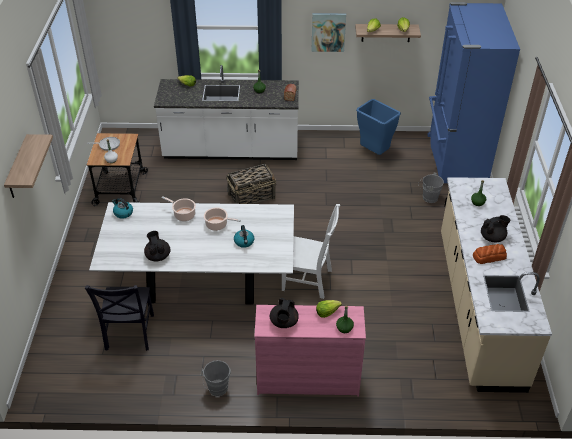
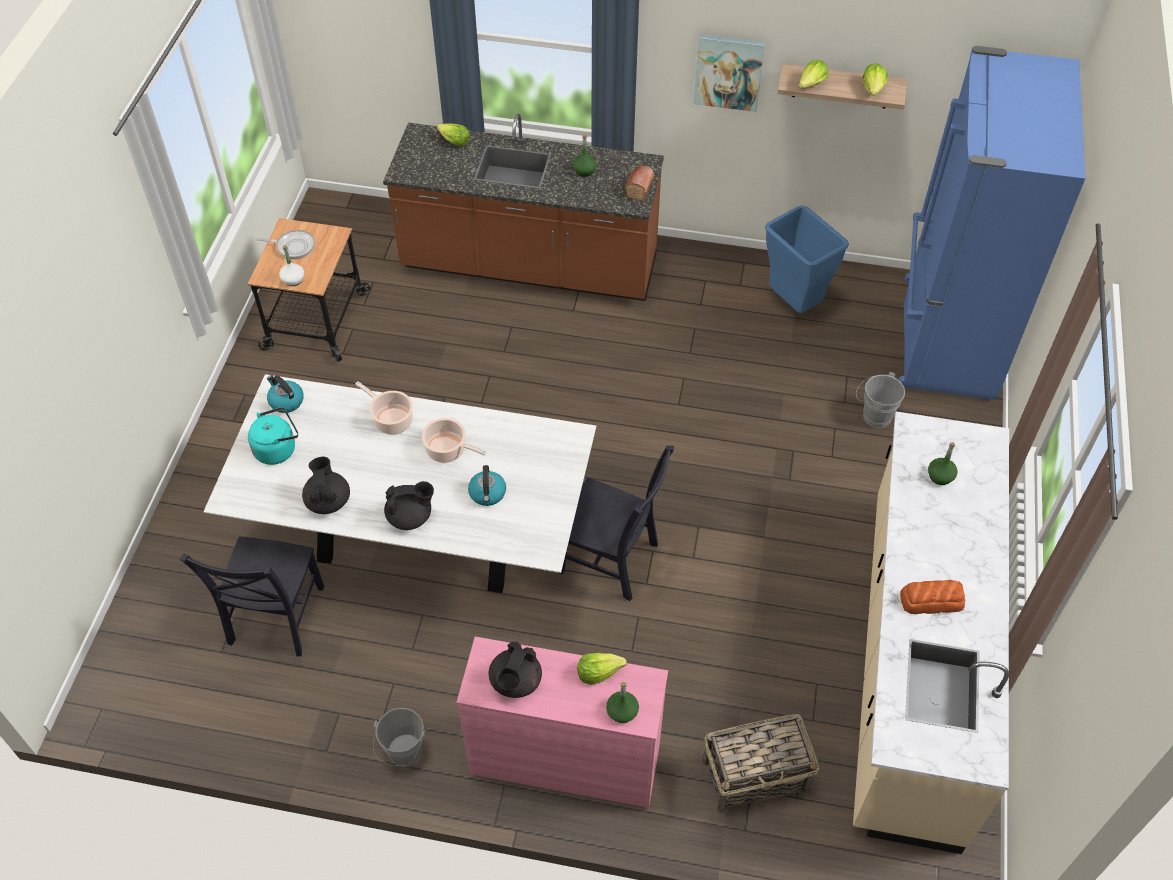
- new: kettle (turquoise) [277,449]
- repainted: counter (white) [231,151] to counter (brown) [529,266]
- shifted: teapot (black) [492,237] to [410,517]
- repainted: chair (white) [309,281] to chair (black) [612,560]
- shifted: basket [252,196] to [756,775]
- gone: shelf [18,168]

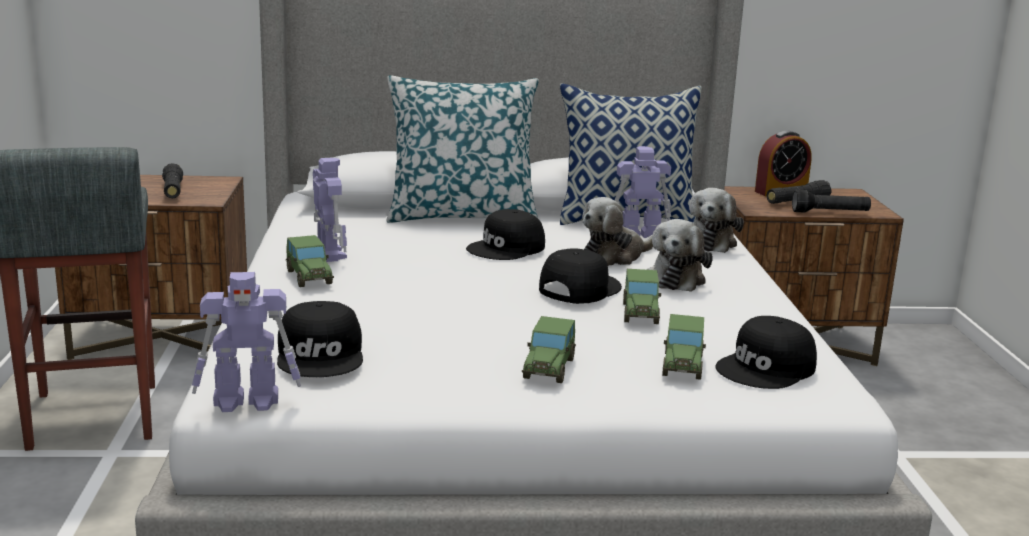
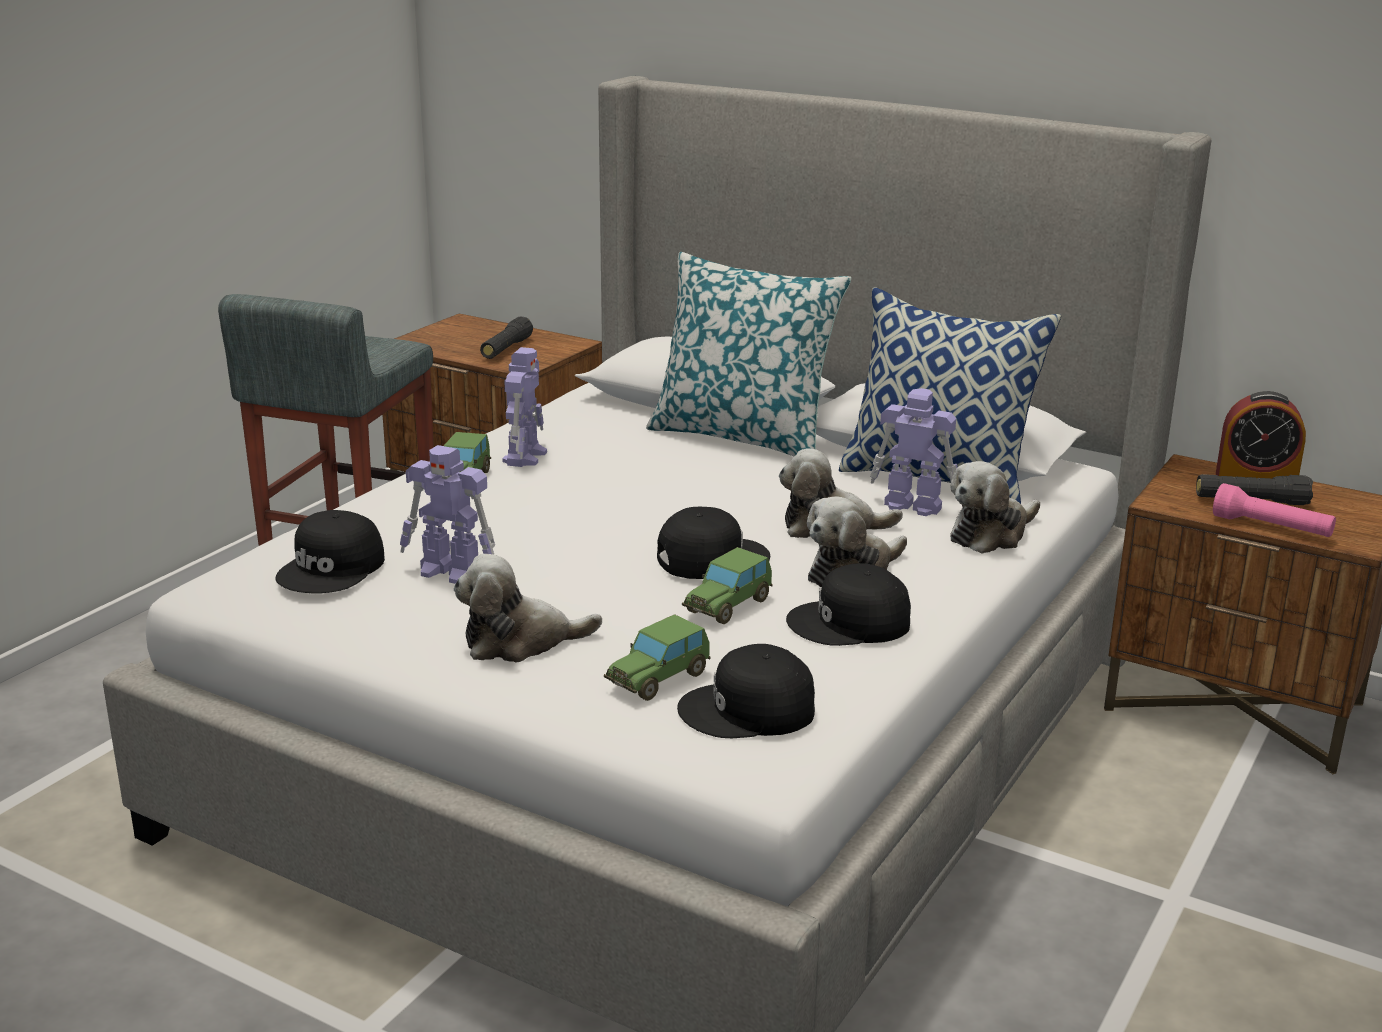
- shifted: toy robot [248,401] to [452,572]
- swapped: toy car [549,368] to plush toy [520,642]
- shifted: cap (black) [507,248] to [850,623]
- repainted: flashlight (black) [830,213] to flashlight (pink) [1271,528]

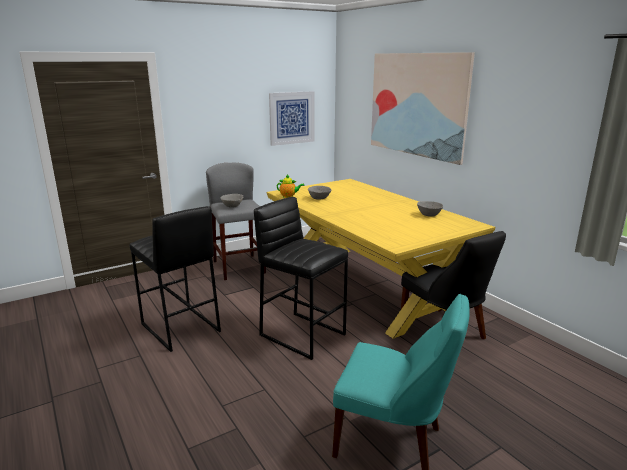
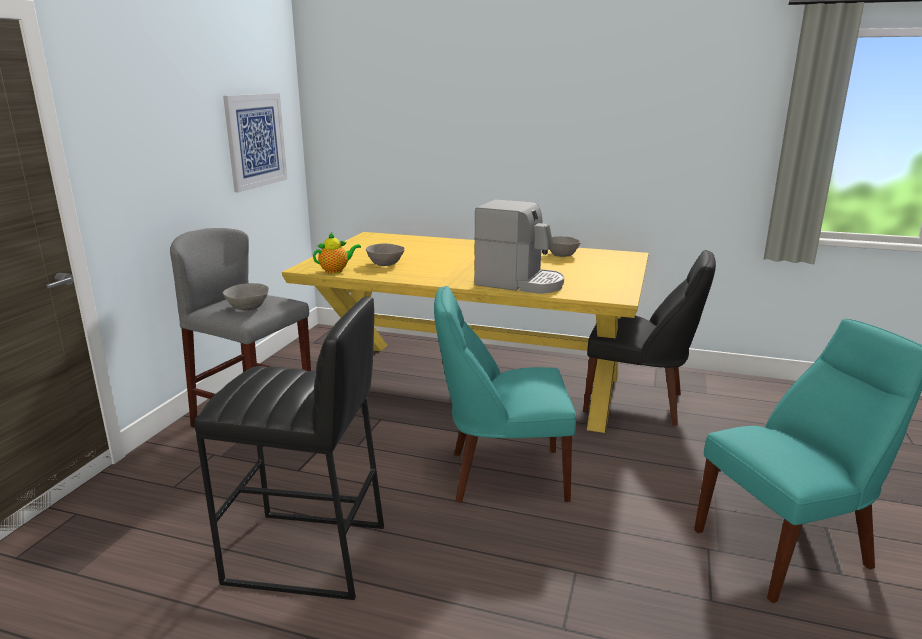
- swapped: stool (black) [302,334] to chair (turquoise) [501,475]
- new: coffee machine [520,283]
- gone: picture [417,104]

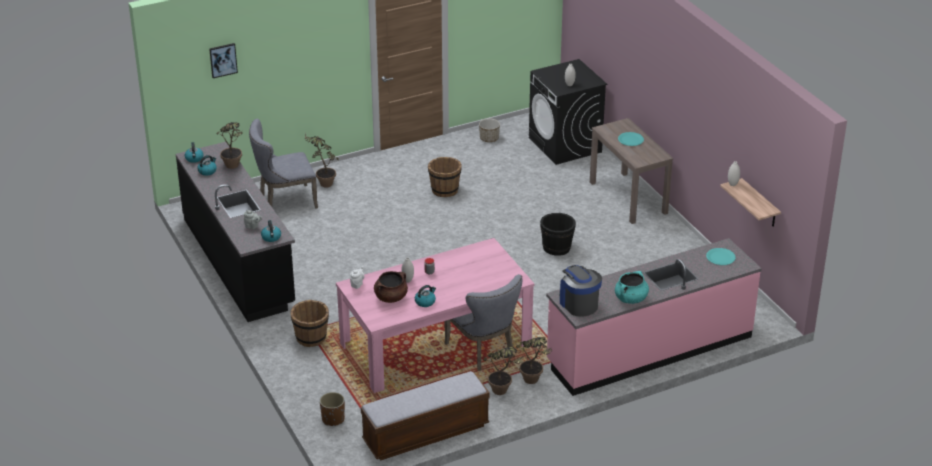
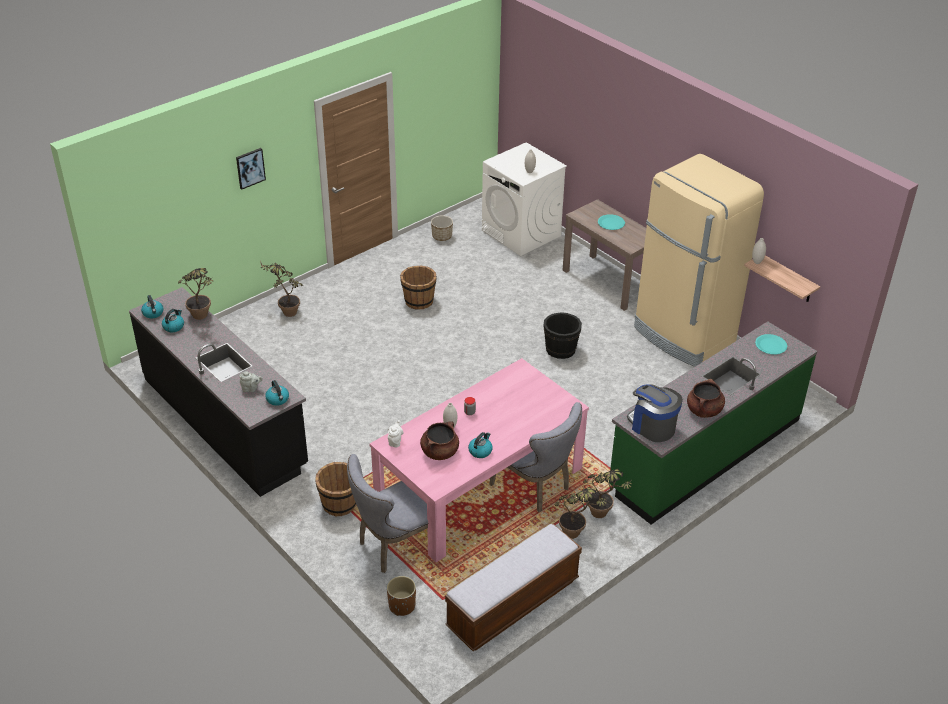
- shifted: picture [223,60] to [250,168]
- shifted: chair (grey) [284,201] to [394,546]
- repainted: washing machine (black) [565,145] to washing machine (white) [521,233]
- repainted: counter (pink) [649,350] to counter (green) [705,453]
- new: fridge (beige) [683,335]
- repainted: cooking pot (turquoise) [631,299] to cooking pot (brown) [704,410]

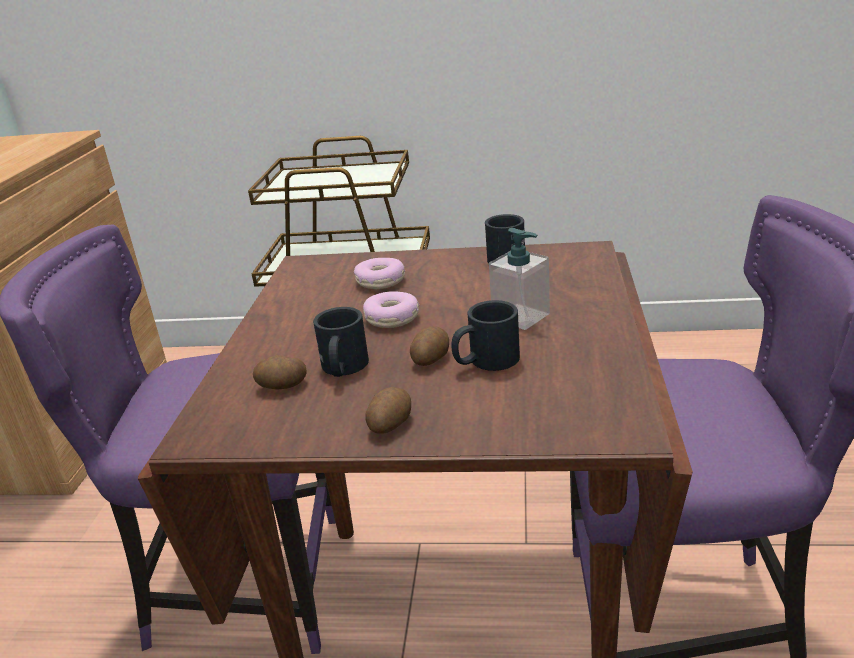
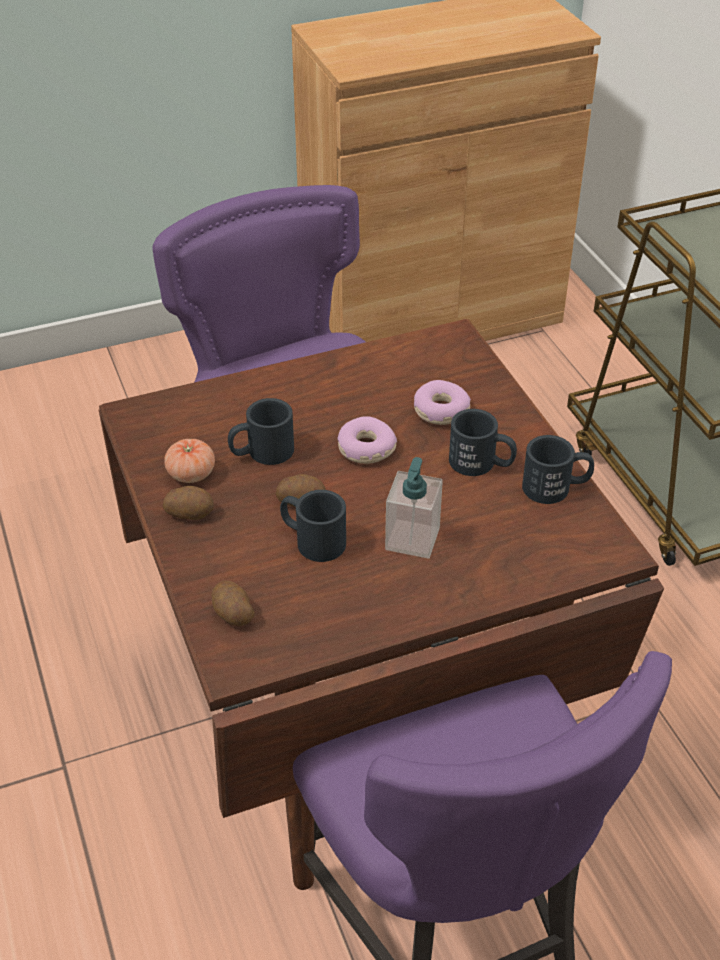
- new: tomato [191,474]
- shifted: potato [282,386] to [232,614]
- new: mug (black) [481,464]

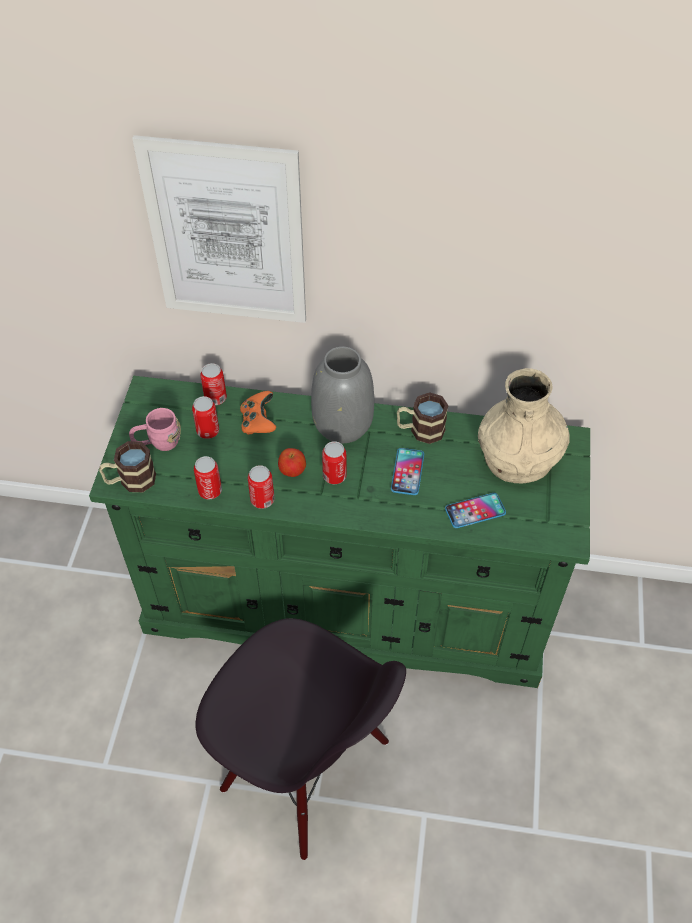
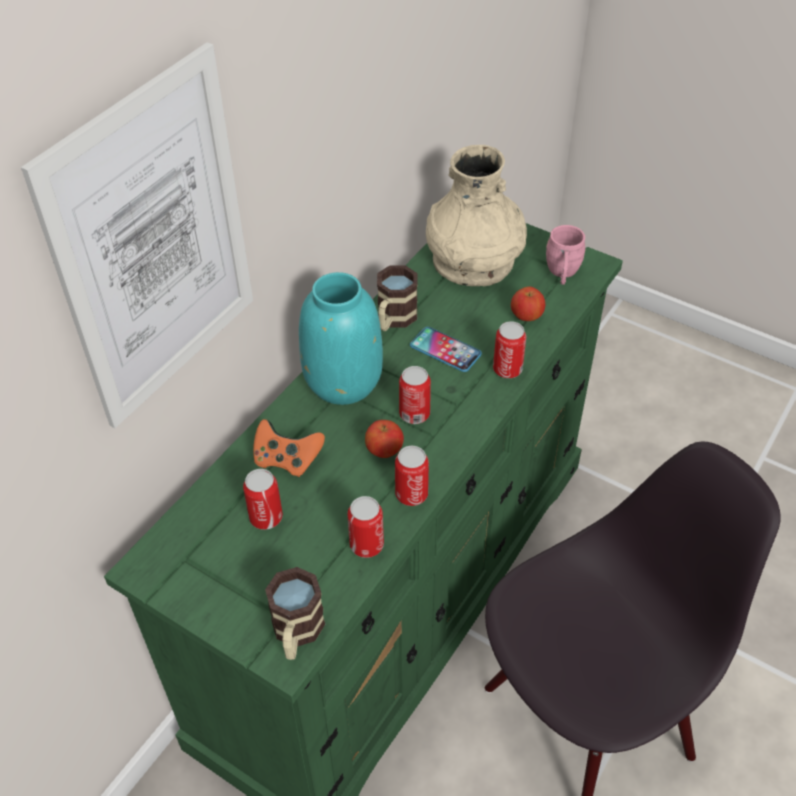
- repainted: vase (grey) [343,425] to vase (turquoise) [344,381]
- shifted: can [215,398] to [507,369]
- swapped: phone [475,511] to apple [526,316]
- shifted: mug (pink) [158,443] to [562,274]

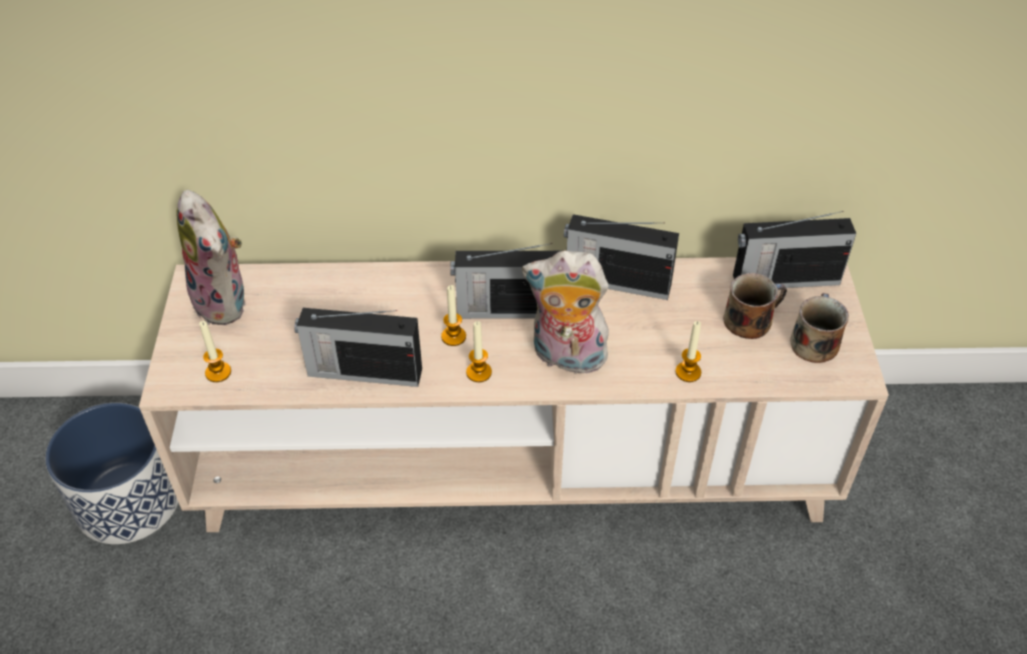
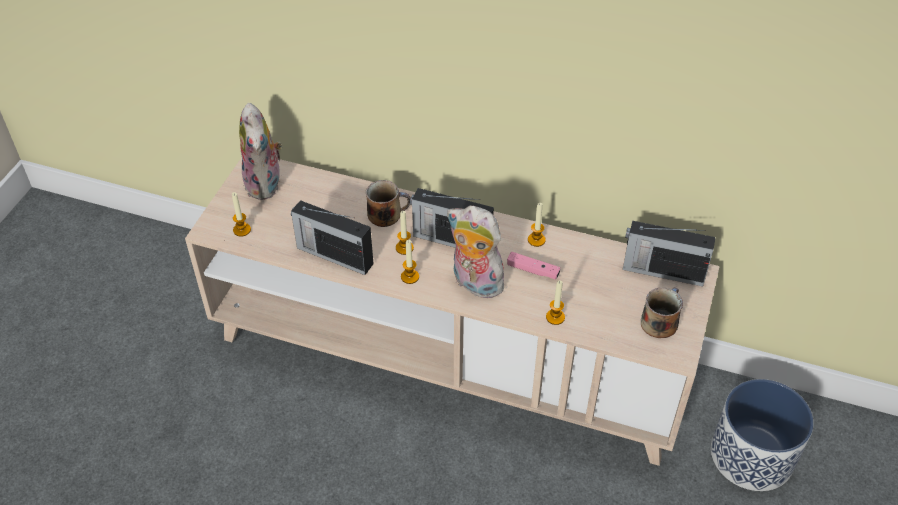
- shifted: mug [750,319] to [386,214]
- new: game controller (pink) [533,270]
- swapped: radio [616,282] to candle [536,240]
- shifted: planter [128,501] to [752,456]

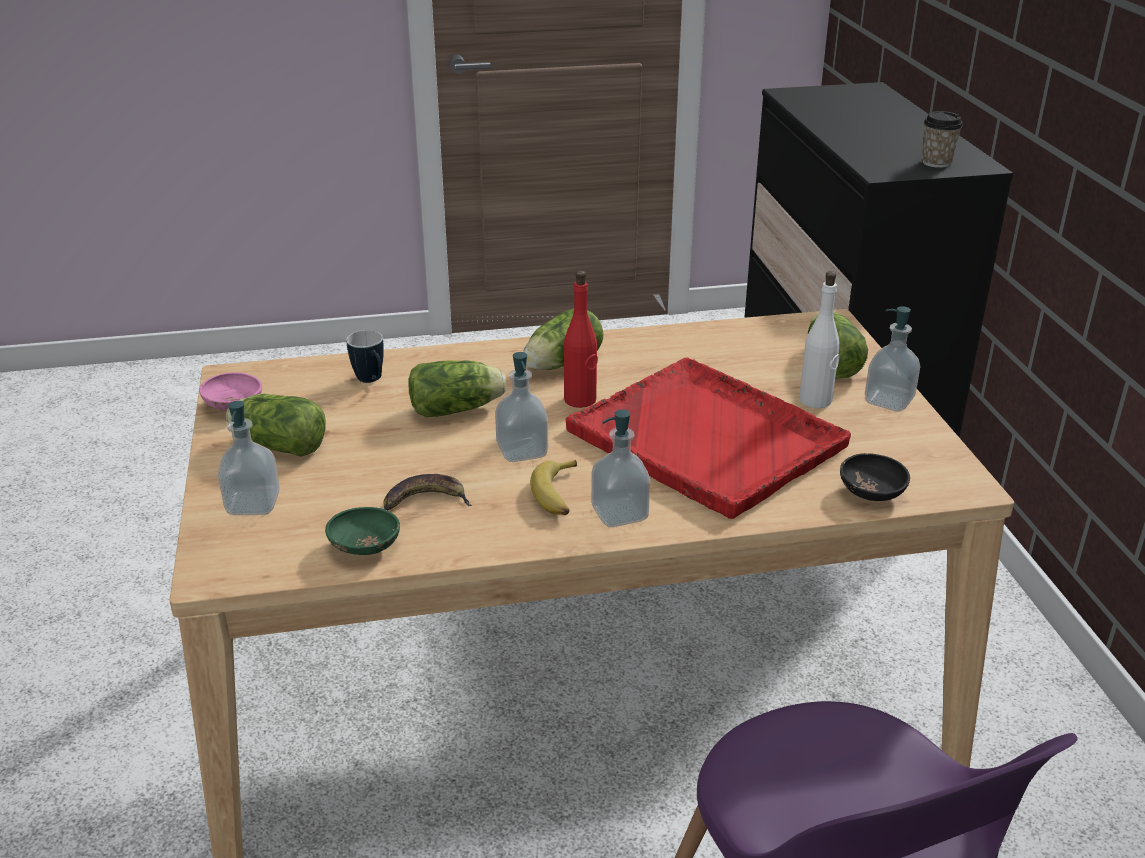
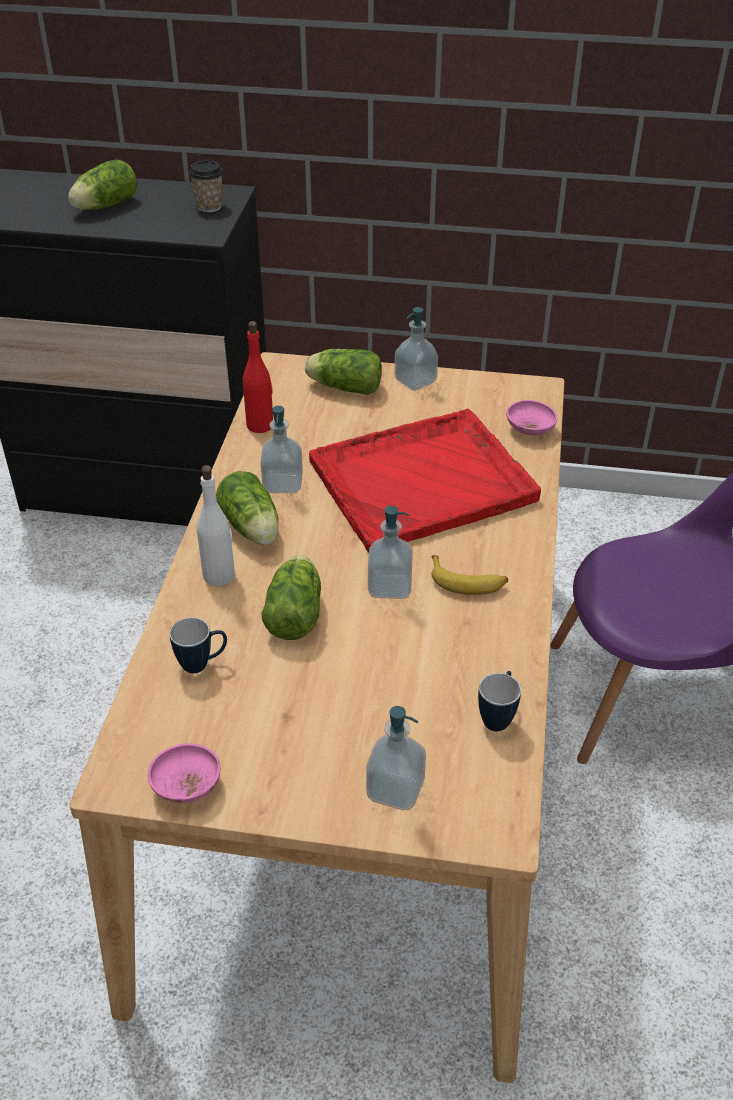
- shifted: lettuce [277,445] to [103,206]
- shifted: bottle (white) [815,400] to [219,575]
- shifted: bottle (red) [580,400] to [260,425]
- shifted: soap dispenser [619,514] to [282,484]
- swapped: bowl (green) [365,547] to mug [498,717]
- repainted: bowl (black) [871,493] to bowl (pink) [530,429]
- gone: banana [425,500]

